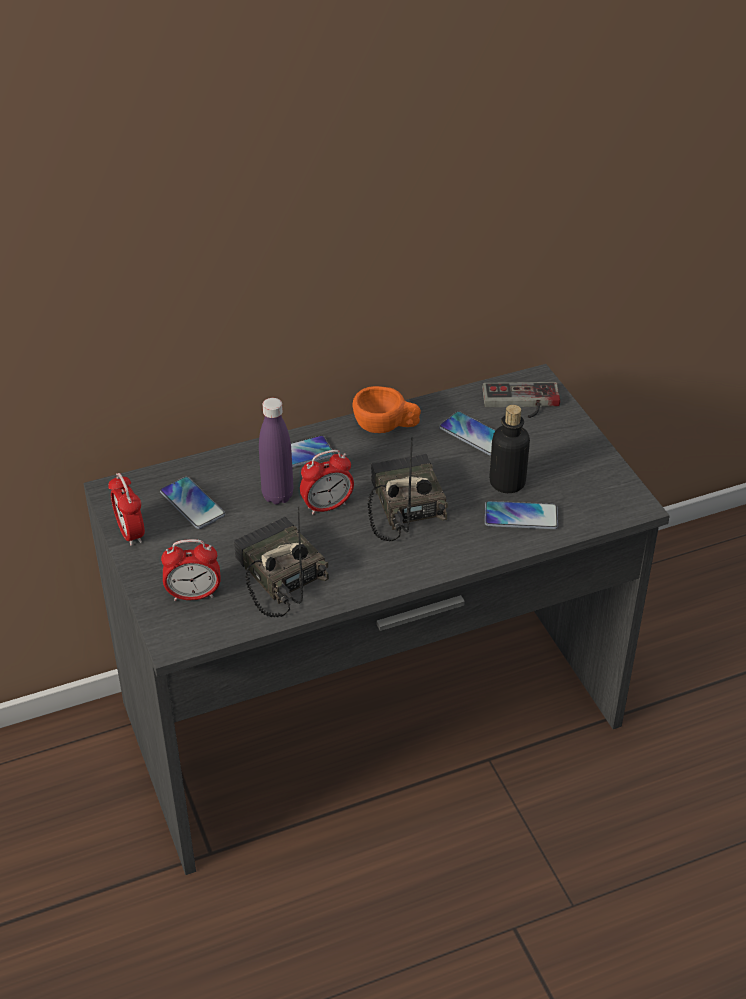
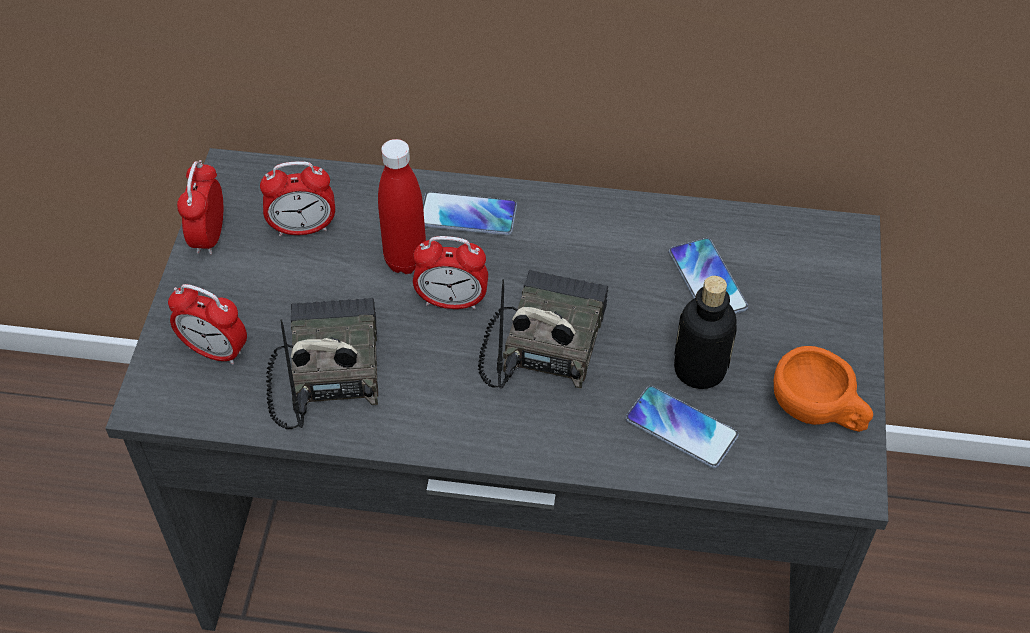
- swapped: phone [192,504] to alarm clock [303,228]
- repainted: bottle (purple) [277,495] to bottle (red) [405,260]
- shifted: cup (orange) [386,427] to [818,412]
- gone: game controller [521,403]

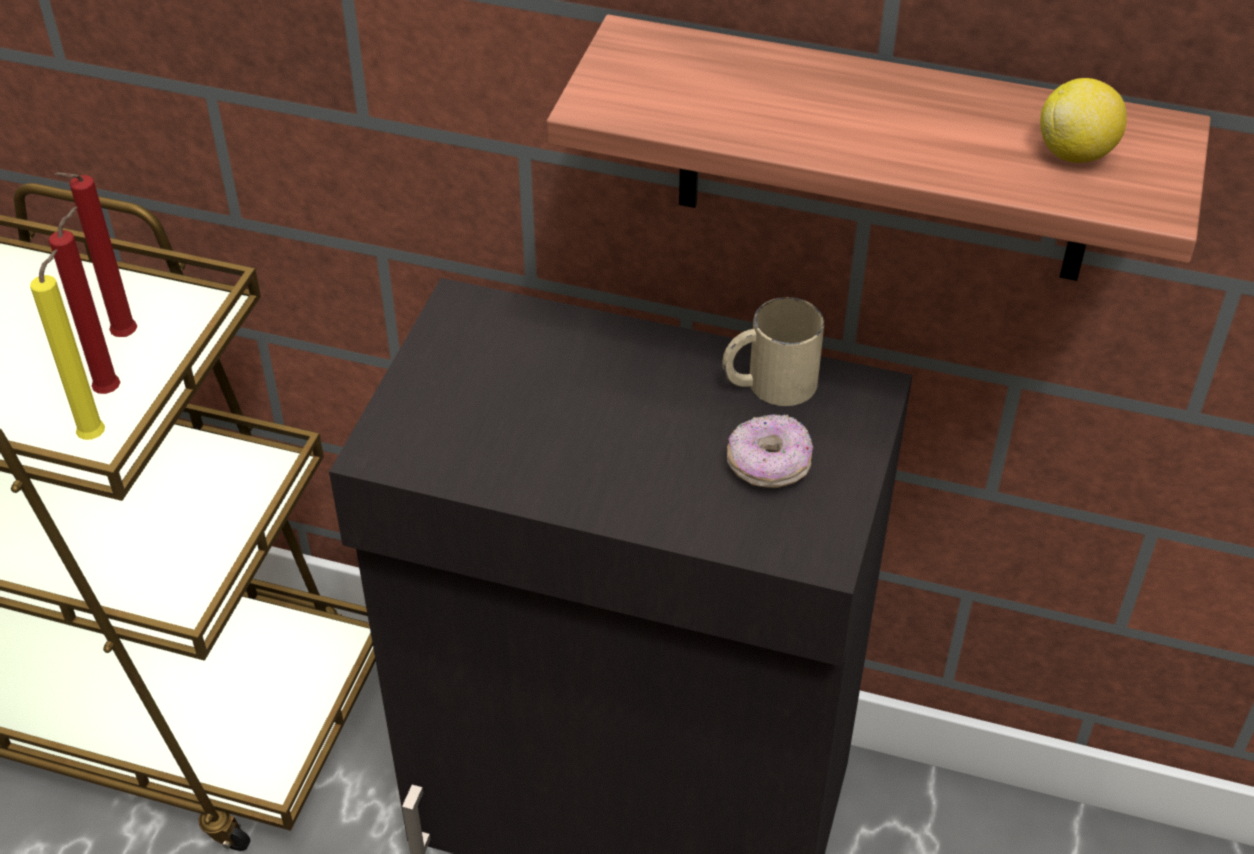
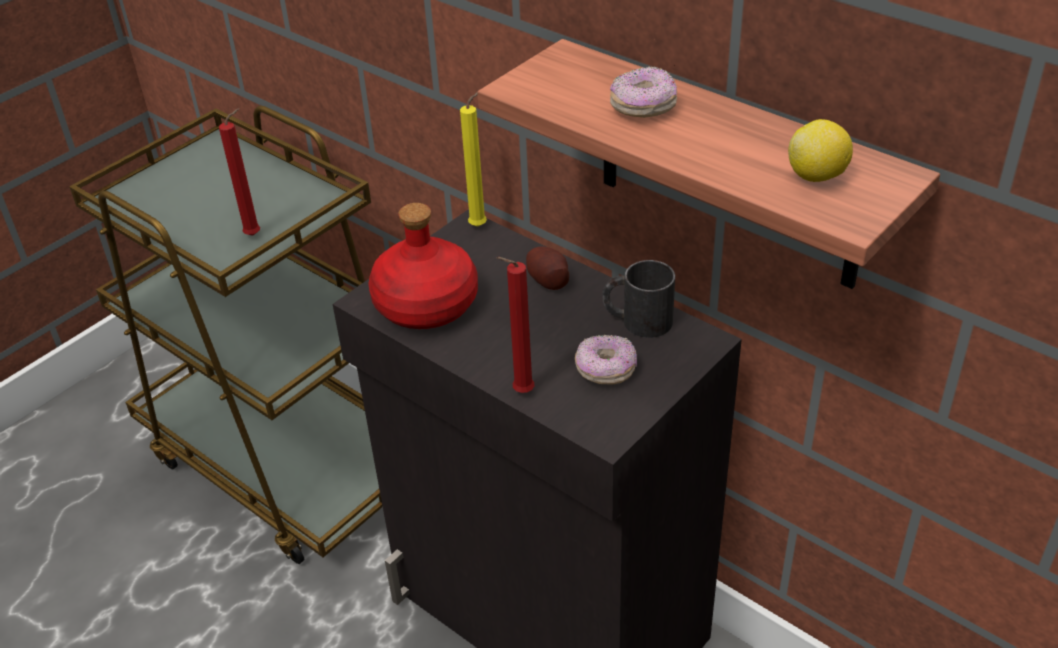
- new: bottle (red) [426,305]
- shifted: candle (yellow) [97,435] to [480,225]
- shifted: candle (red) [121,338] to [520,392]
- new: potato [548,280]
- repainted: mug (beige) [768,384] to mug (black) [637,320]
- new: donut [643,108]

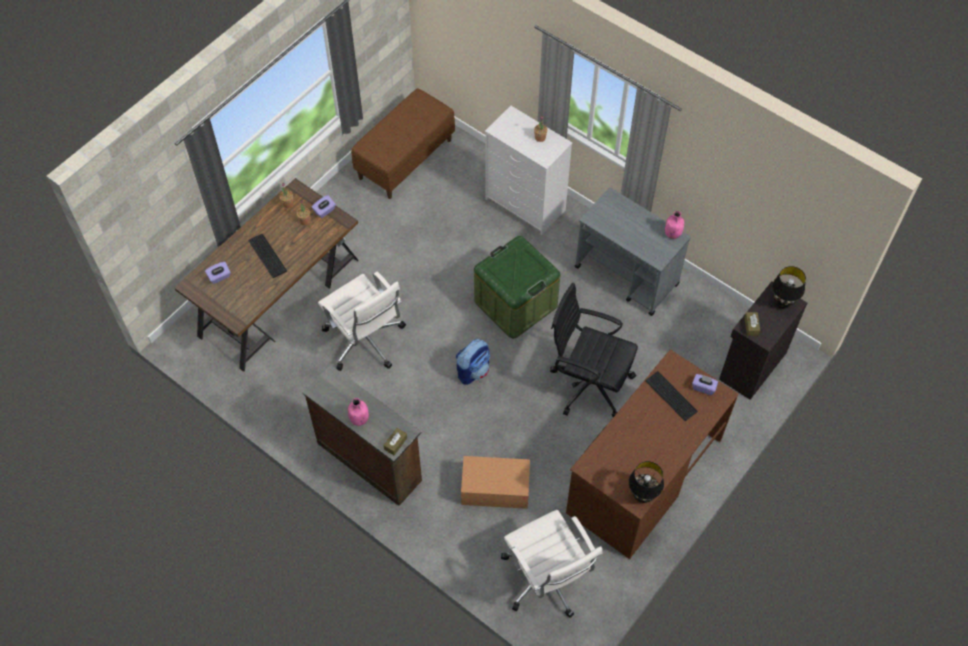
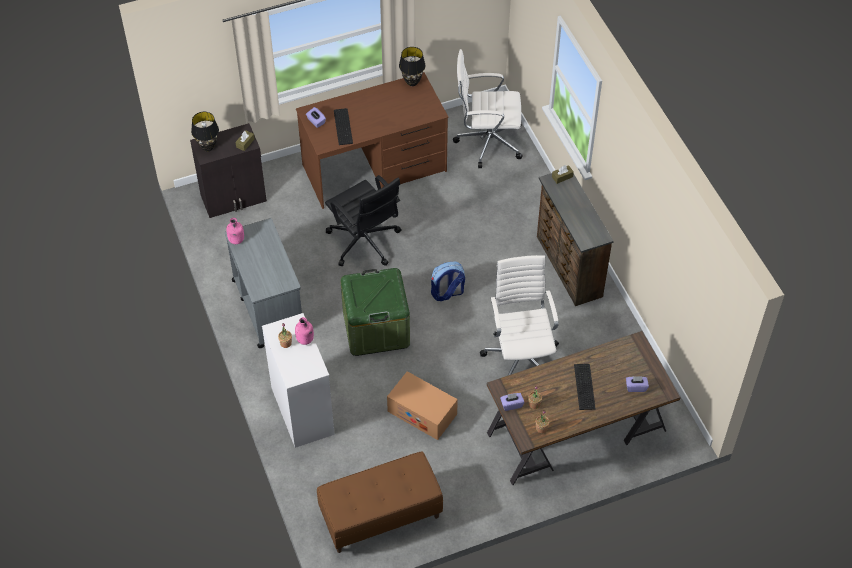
- shifted: bottle (pink) [359,419] to [305,340]
- shifted: cardboard box [495,488] to [422,412]
- rotated: office chair (white) [547,579] = [487,141] 90 degrees counterclockwise

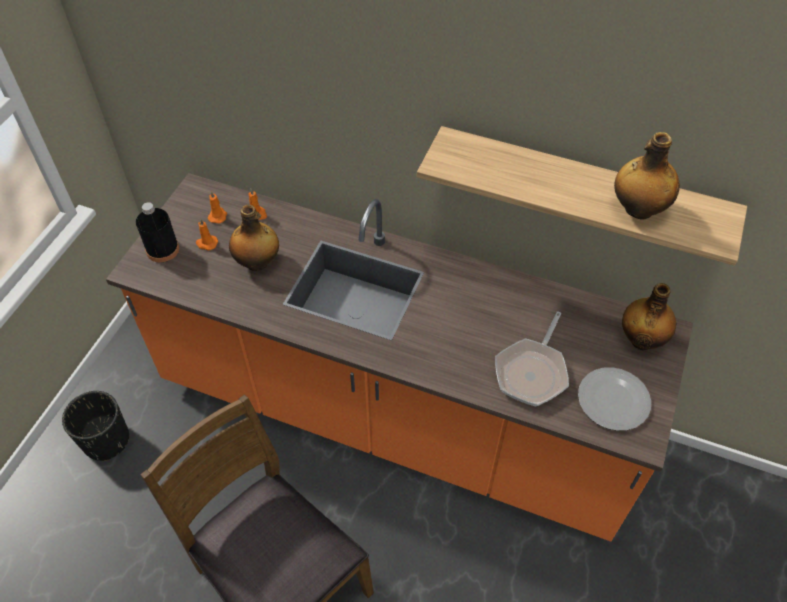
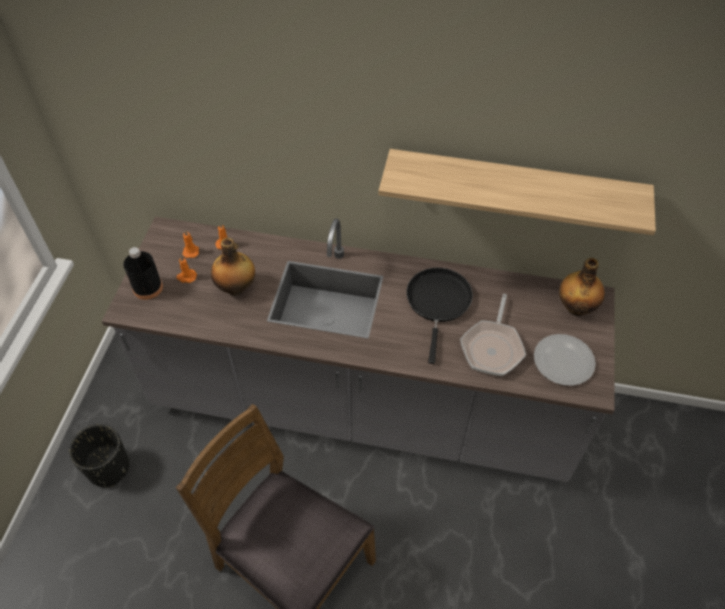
- repainted: counter (orange) [393,415] to counter (grey) [362,405]
- new: frying pan (black) [438,302]
- gone: bottle [637,209]

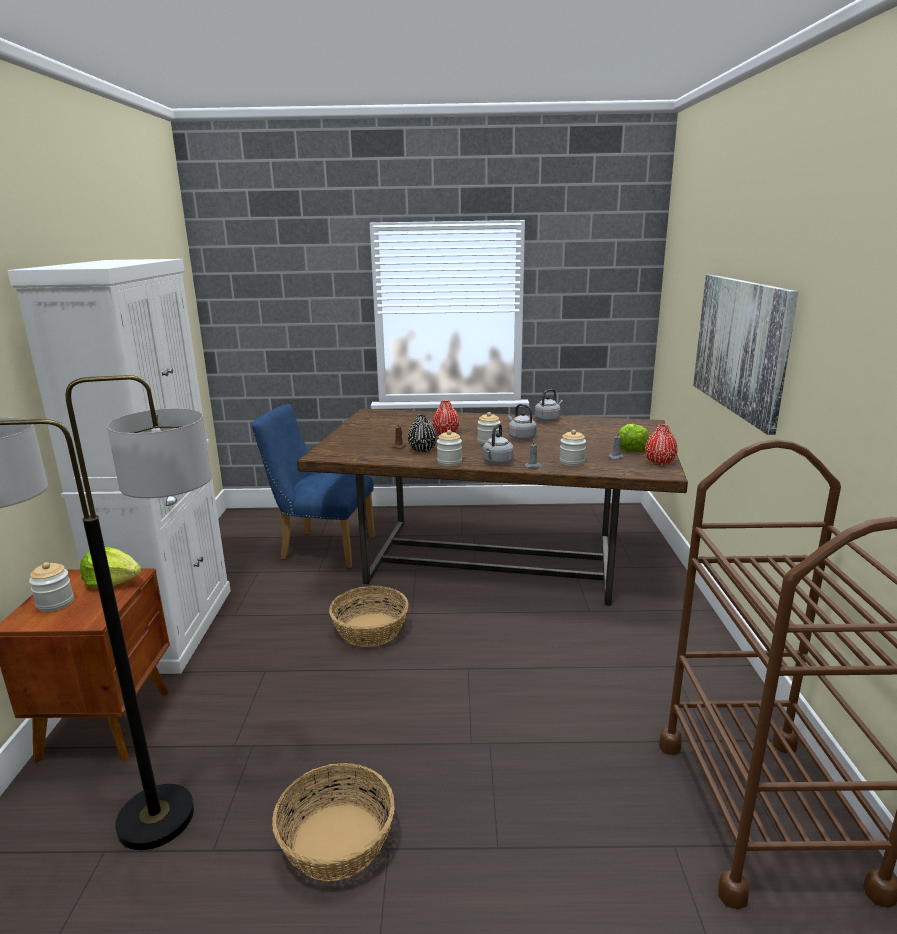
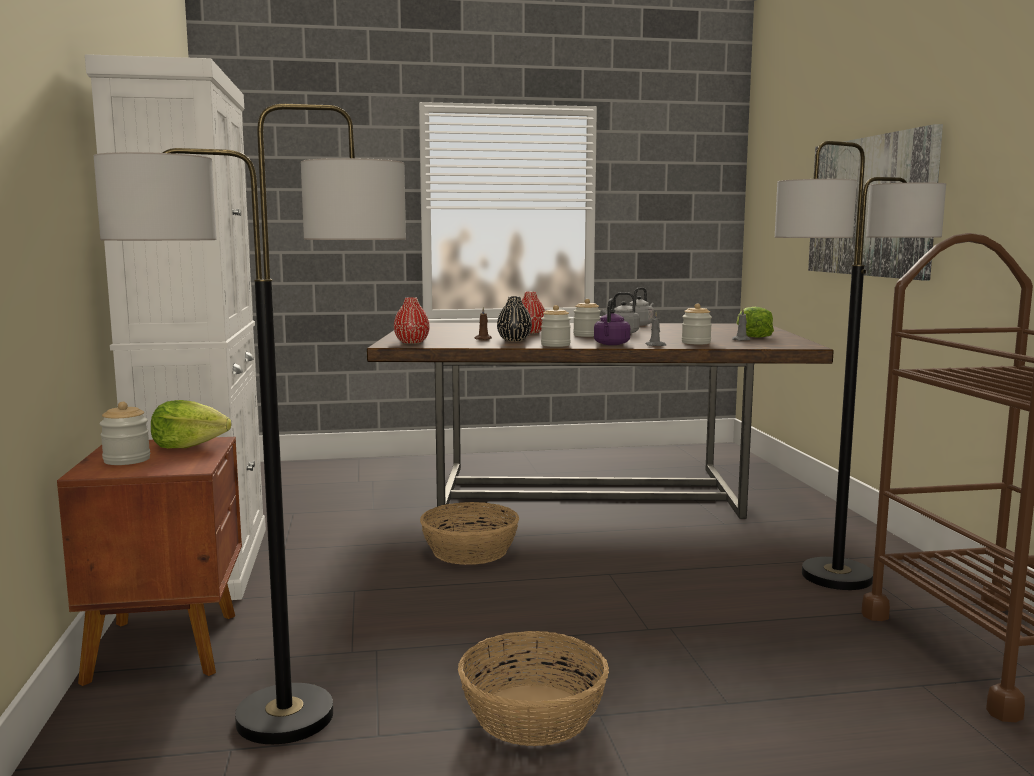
- shifted: vase (red) [659,462] to [412,342]
- repainted: kettle (grey) [497,462] to kettle (purple) [611,344]
- new: floor lamp [837,576]
- gone: chair (blue) [321,548]

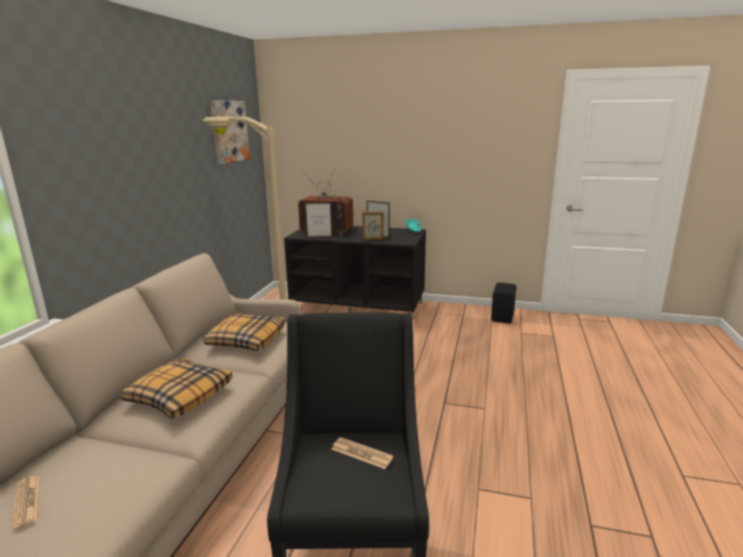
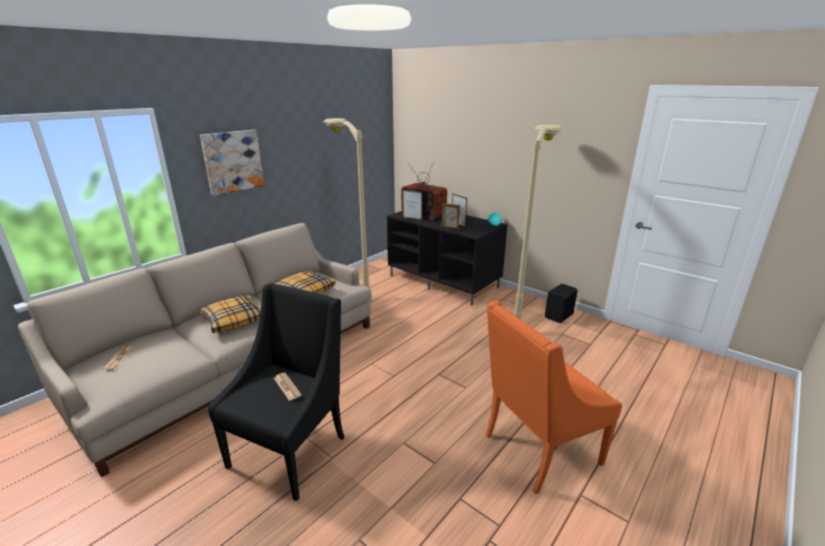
- shifted: picture [229,131] to [233,161]
- new: armchair (orange) [538,449]
- new: floor lamp (beige) [524,313]

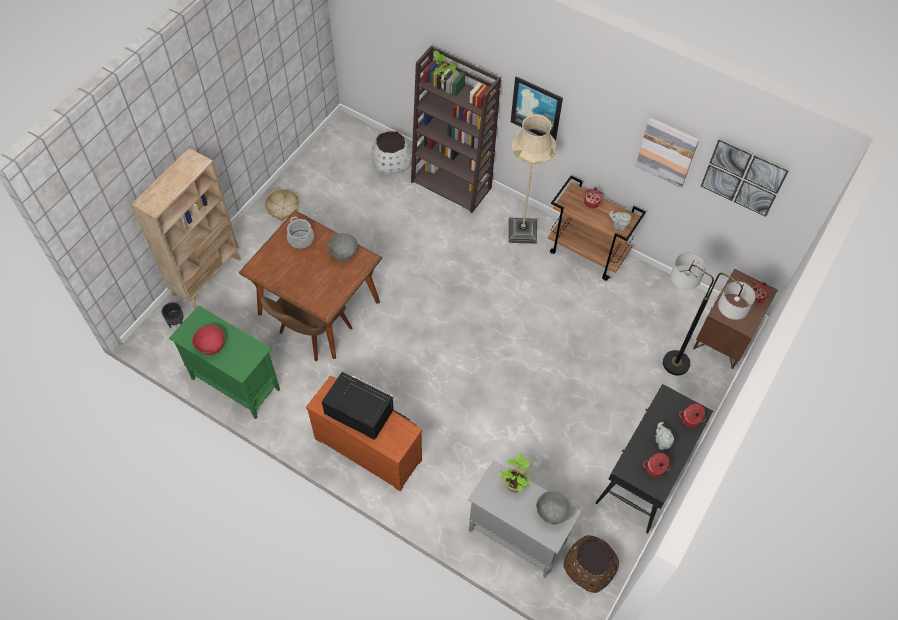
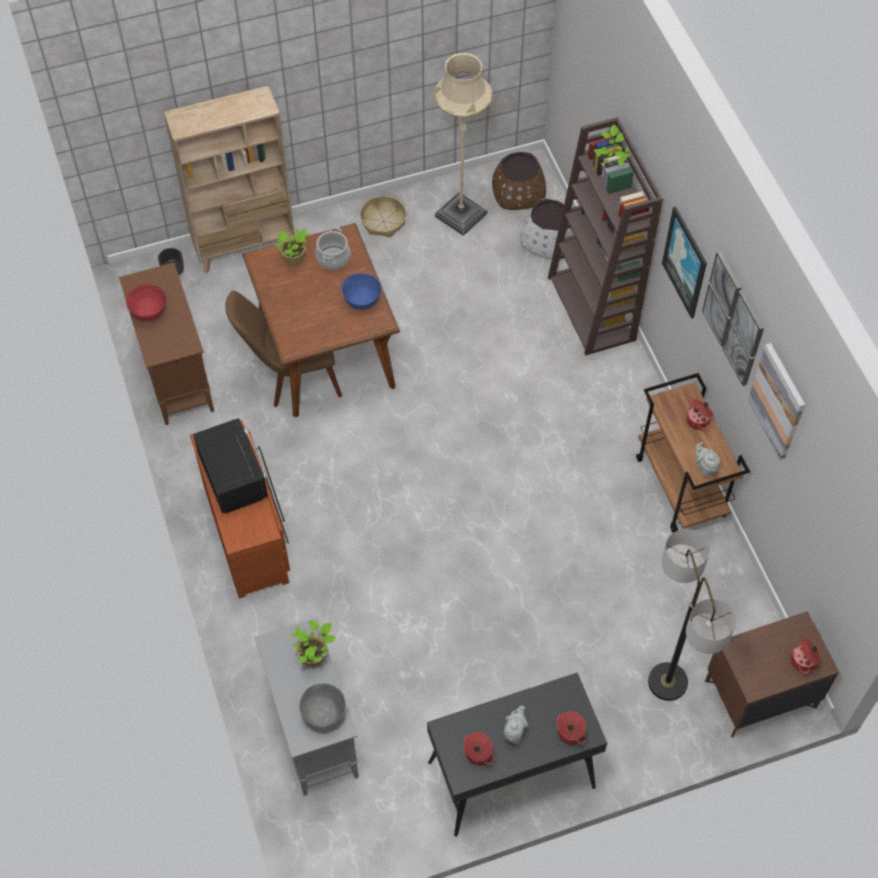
- repainted: cabinet (green) [235,384] to cabinet (brown) [176,376]
- new: potted plant [294,260]
- repainted: bowl (grey) [343,254] to bowl (blue) [362,302]
- shifted: floor lamp (beige) [522,231] to [460,215]
- shifted: planter (brown) [590,566] to [518,192]
- shifted: picture [744,176] to [733,318]

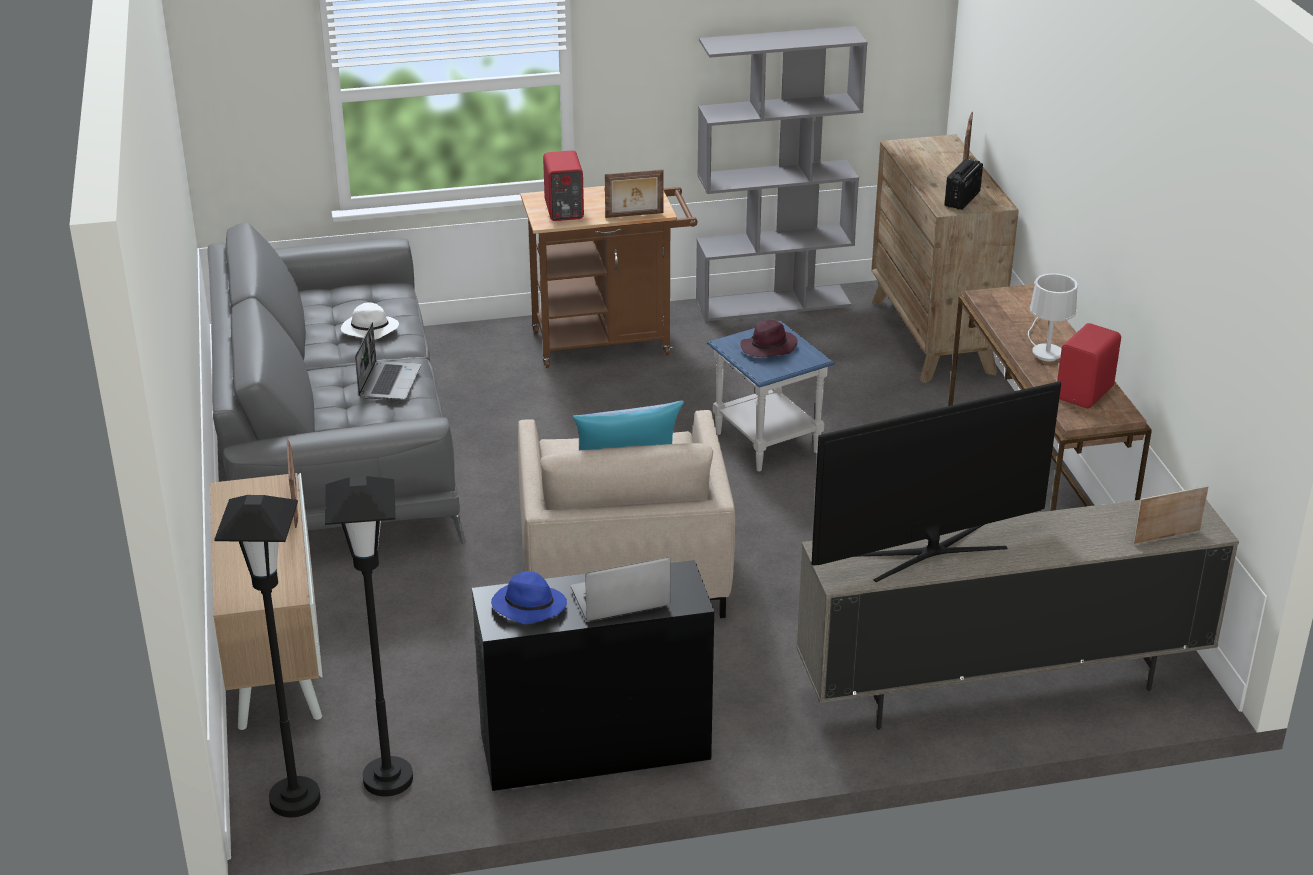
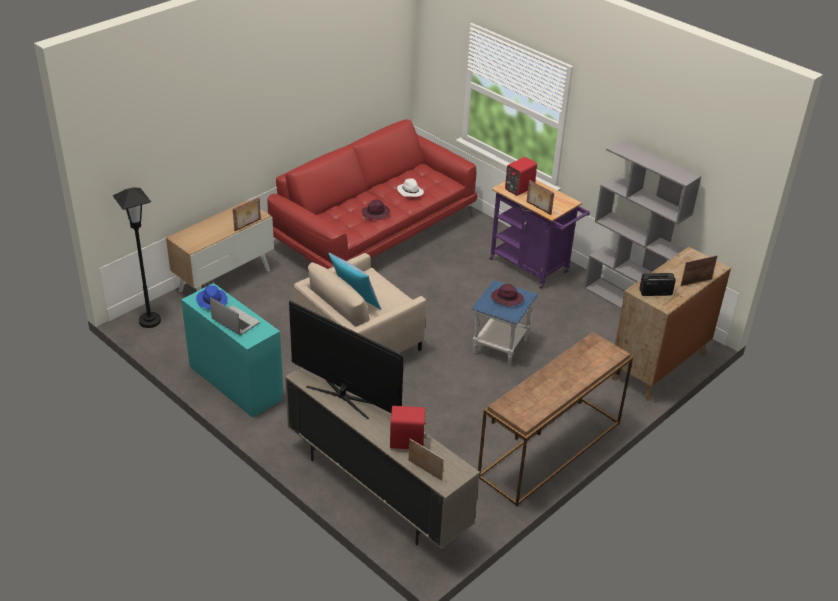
- repainted: desk (black) [595,747] to desk (turquoise) [235,382]
- repainted: sofa (grey) [336,443] to sofa (red) [375,231]
- swapped: laptop [389,382] to hat (purple) [376,213]
- shifted: speaker (red) [1086,393] to [407,442]
- repainted: cart (brown) [610,341] to cart (purple) [532,268]
- gone: floor lamp (black) [388,779]
- gone: table lamp (white) [1044,351]

